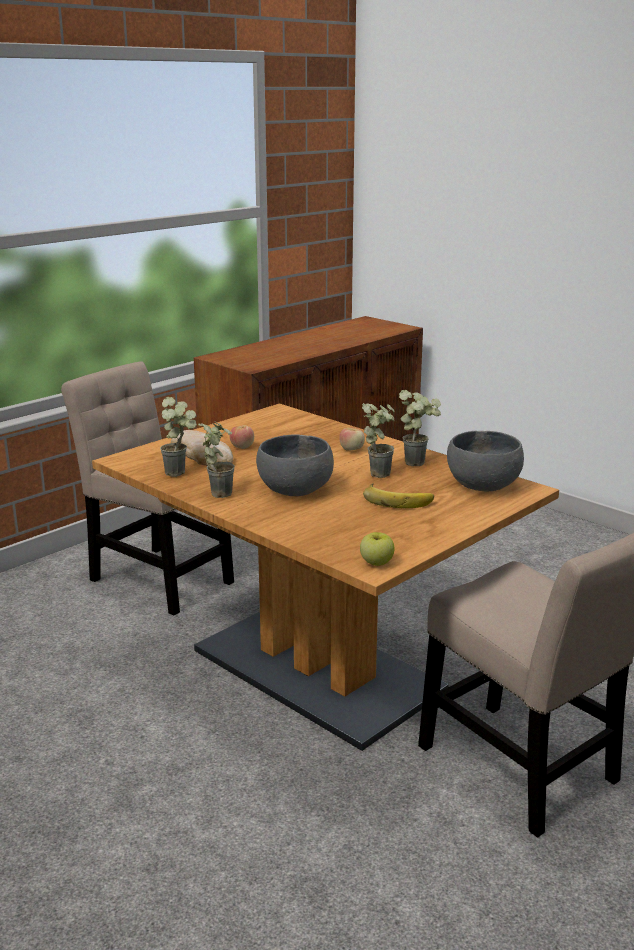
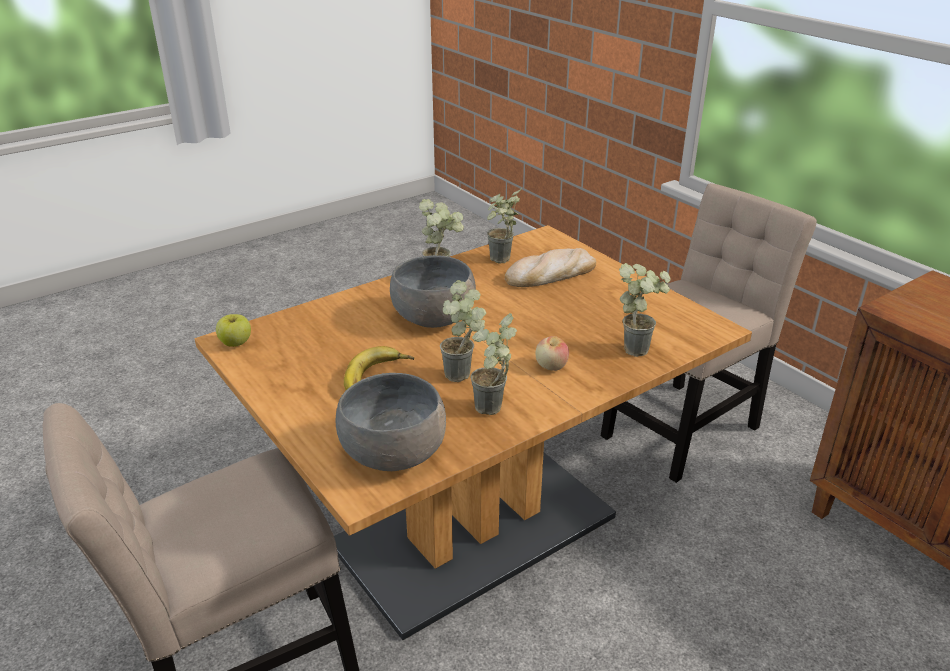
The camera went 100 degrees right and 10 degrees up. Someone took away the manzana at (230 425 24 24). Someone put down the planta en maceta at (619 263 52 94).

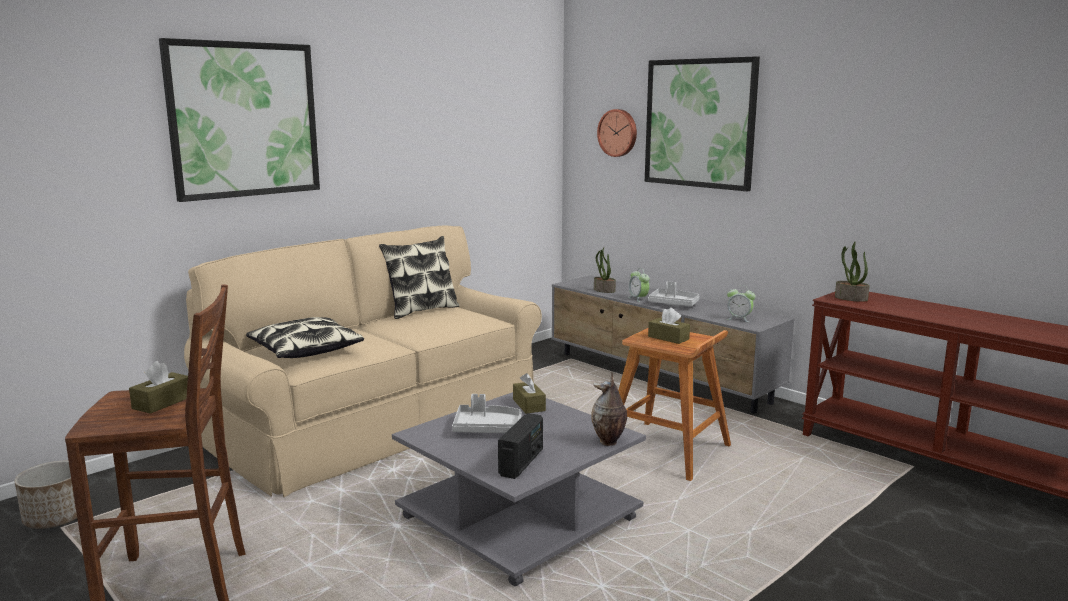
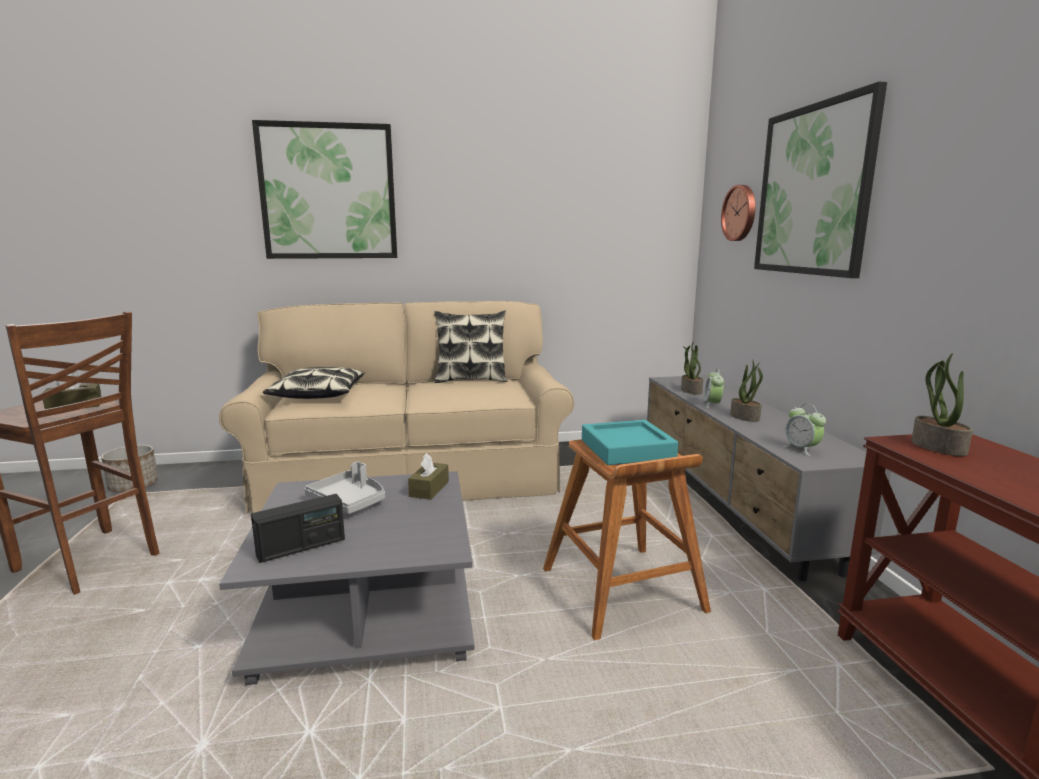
The camera went 35 degrees right and 0 degrees up. Someone took away the florero at (591 372 36 74). Someone swapped the bandeja (gris) at (648 281 51 25) for the planta en maceta at (730 359 33 63). Someone swapped the caja de pañuelos (marrón) at (648 307 42 37) for the bandeja (turquesa) at (582 420 96 45).

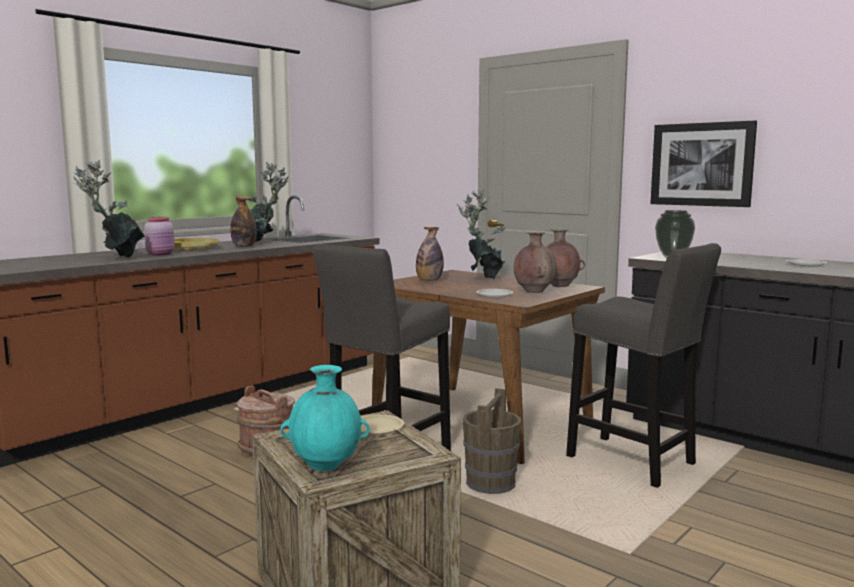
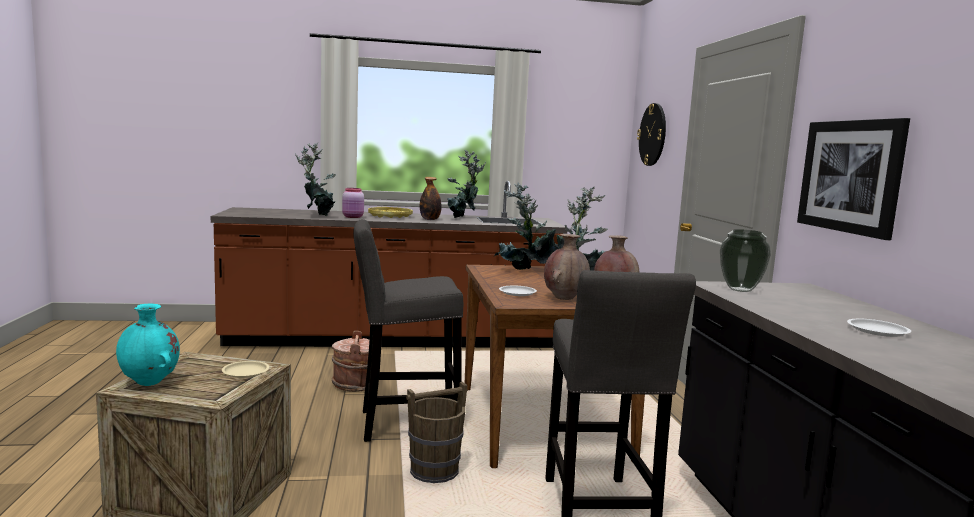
The camera went 40 degrees right and 0 degrees up. Someone put up the reloj de pared at (637 103 29 63). Someone swapped the botella at (416 227 28 54) for the planta en maceta at (493 182 65 88).

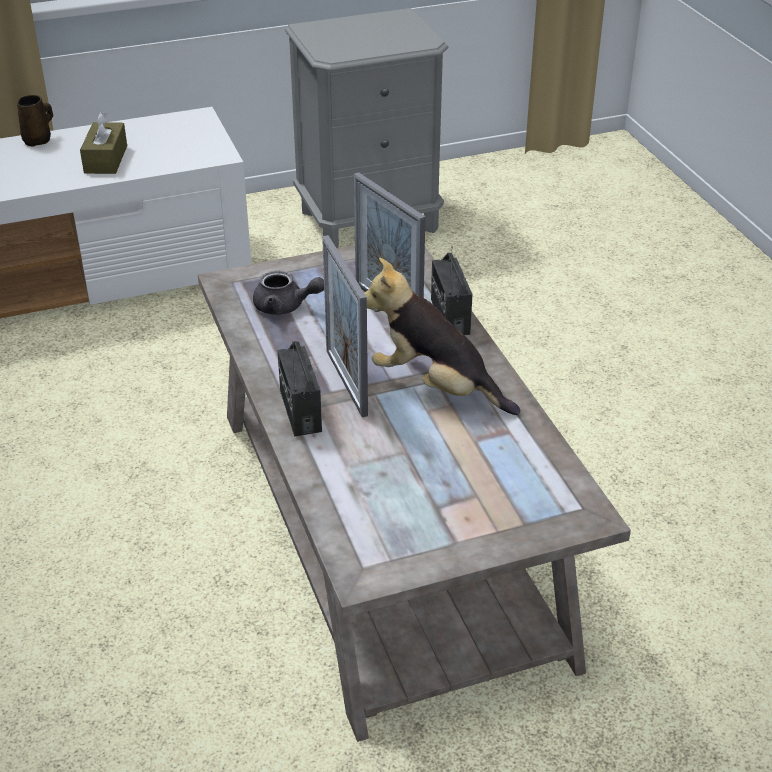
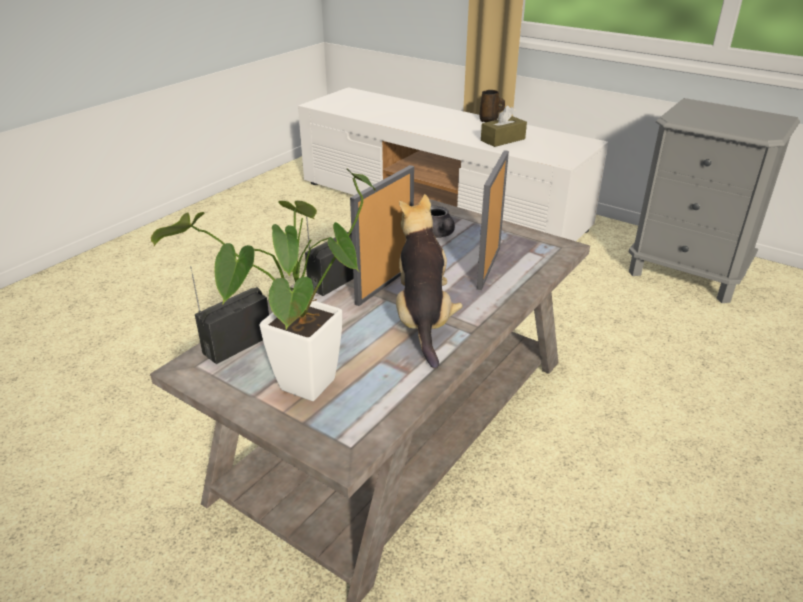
The camera went 55 degrees right and 5 degrees down. Someone put down the planta en maceta at (151 168 225 233). Someone carried the radio from (431 247 41 88) to (190 266 79 98).

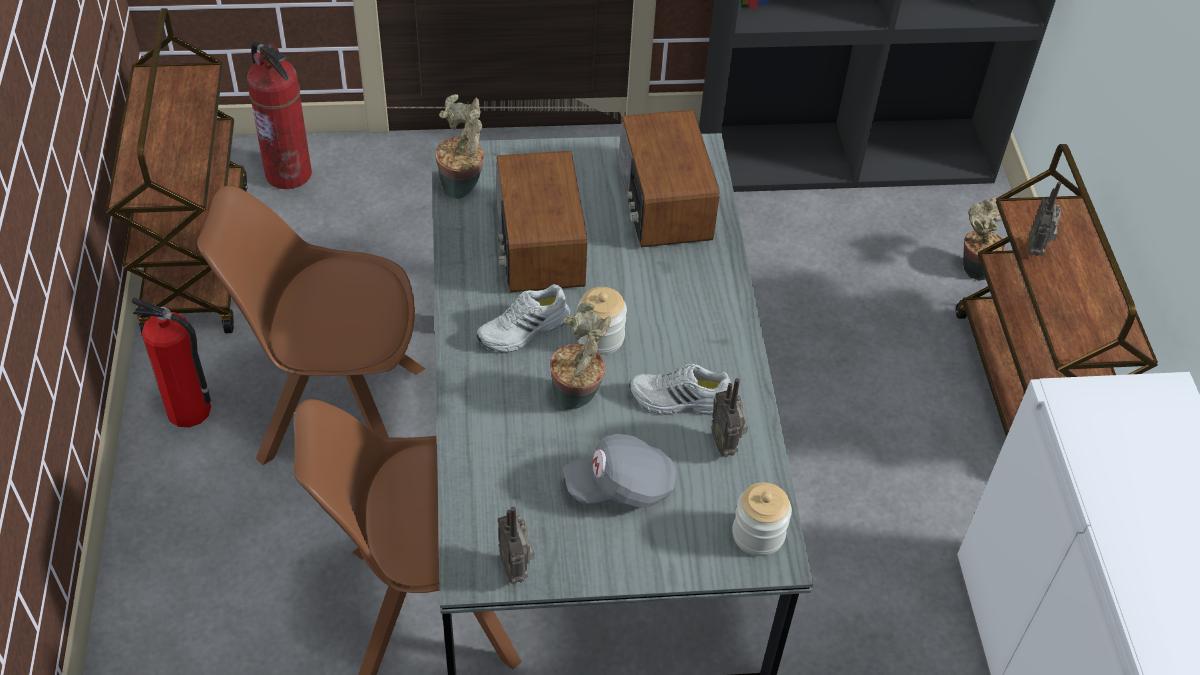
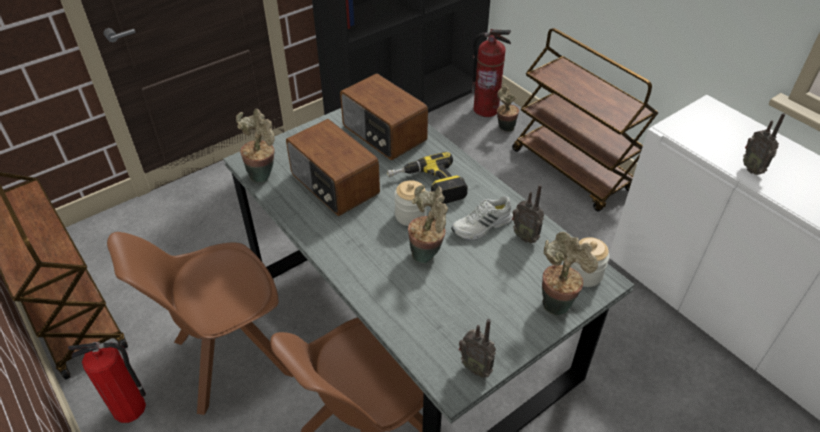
The camera went 30 degrees left and 5 degrees down. Someone took away the zapato (blanco) at (476 284 94 69). Someone took away the gorra (gris) at (563 434 114 74). Someone put down the taladro at (387 152 81 52). Someone put down the planta en maceta at (542 232 56 83). Someone carried the extintor from (247 42 65 147) to (472 29 39 88). Someone carried the radio from (1028 182 33 74) to (743 113 42 62).

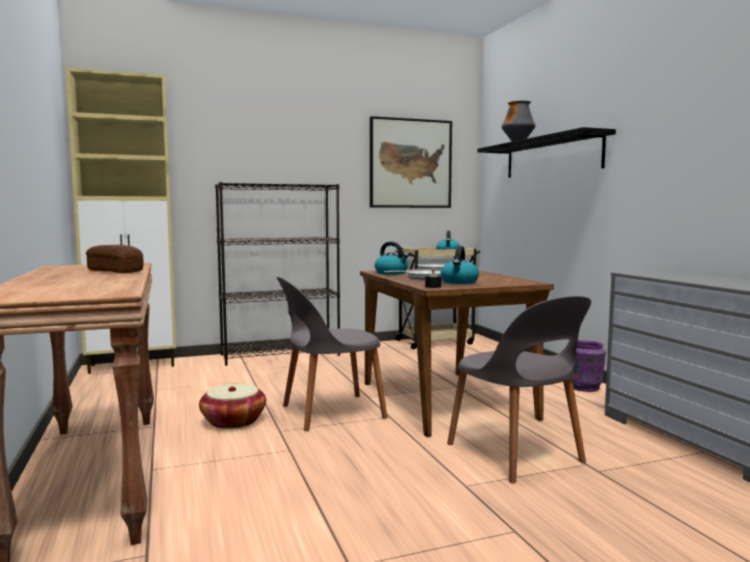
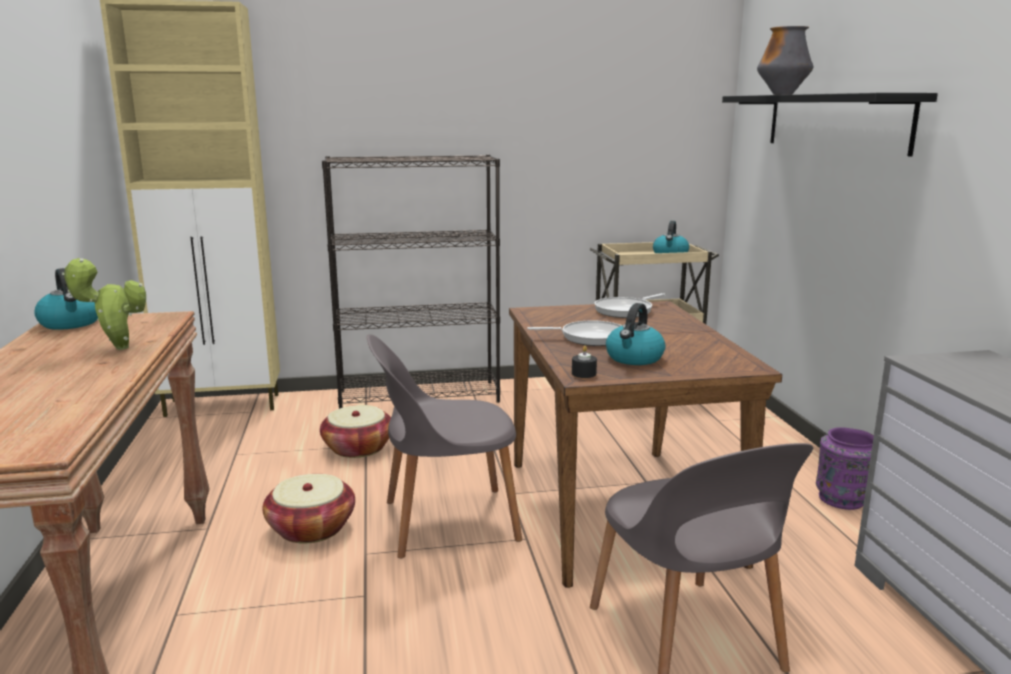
The camera went 10 degrees right and 10 degrees up. Someone took away the cuadro at (370 116 82 92). Someone put down the cesta at (320 405 71 53). Someone carried the hervidor from (375 242 34 33) to (34 268 64 62). Someone swapped the pan at (86 245 58 28) for the planta en maceta at (62 258 84 92).

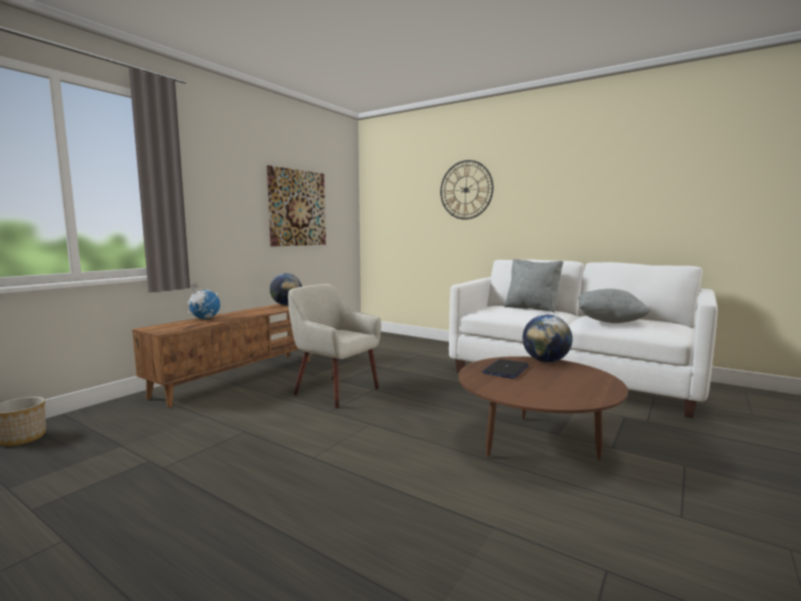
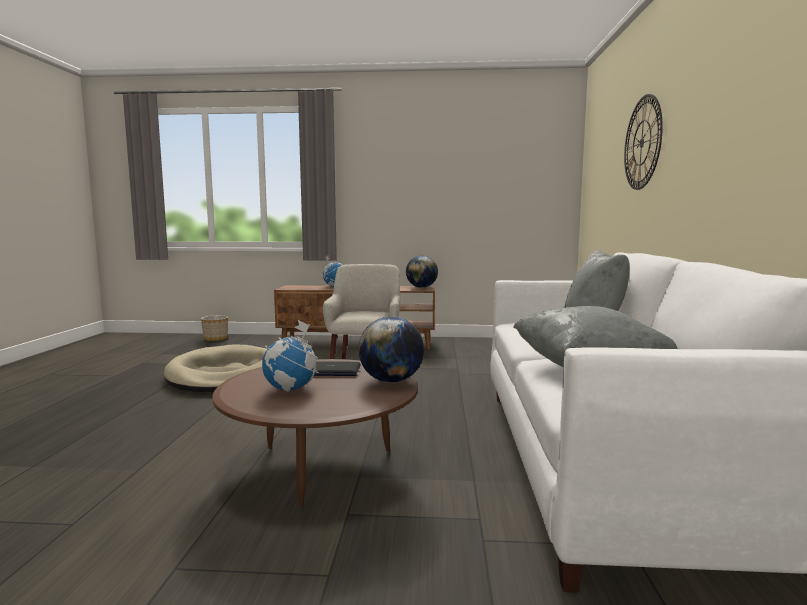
The camera went 60 degrees right and 0 degrees up. Someone took away the cuadro at (267 165 59 82). Someone put down the cama para perro (beis) at (164 345 103 47). Someone put down the globo terráqueo at (262 320 57 72).

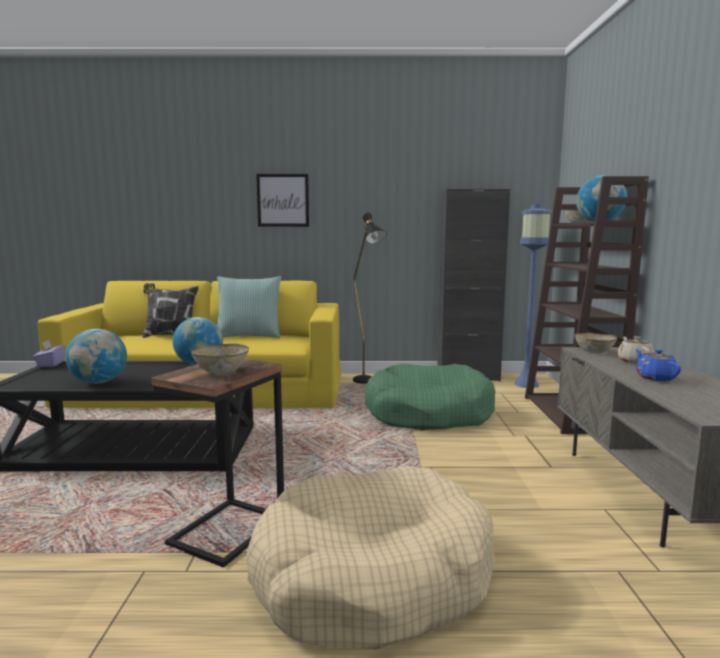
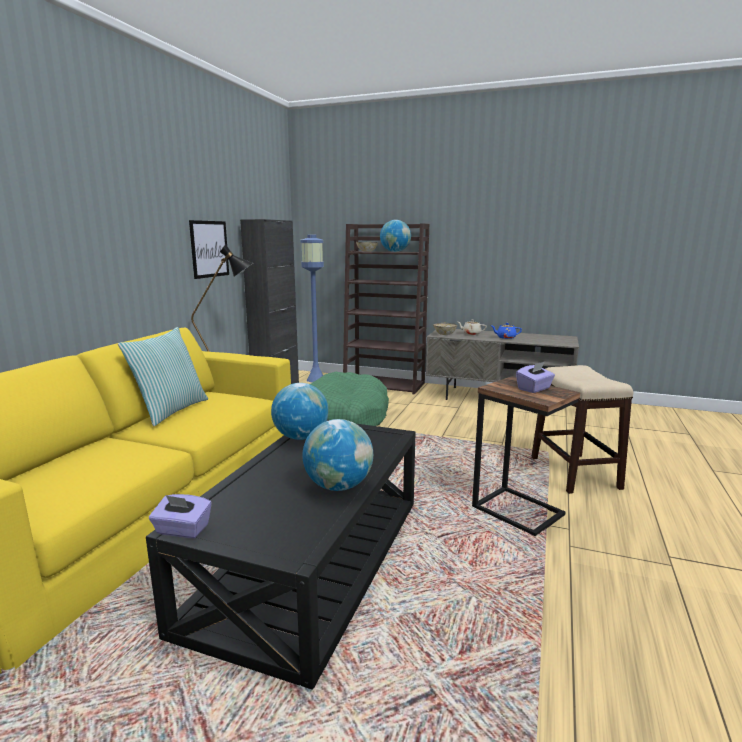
The camera went 70 degrees left and 5 degrees up. Someone took away the cojín at (142 283 57 55). Someone carried the cuadro from (256 174 53 53) to (189 220 40 59). Someone swapped the cuenco at (191 344 58 30) for the caja de pañuelos (morado) at (516 362 39 31). Someone swapped the cama para perro (beis) at (246 466 249 184) for the taburete at (531 365 102 129).

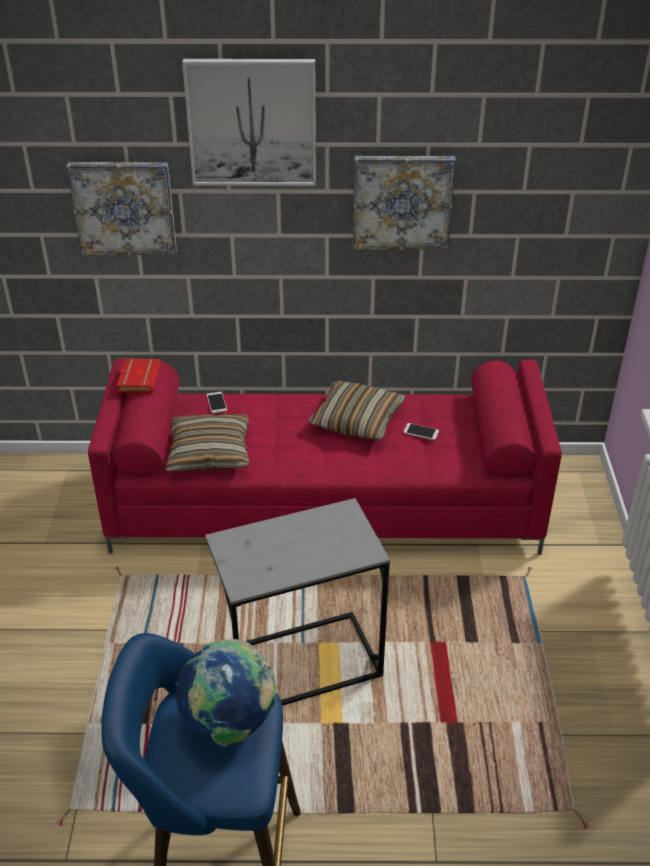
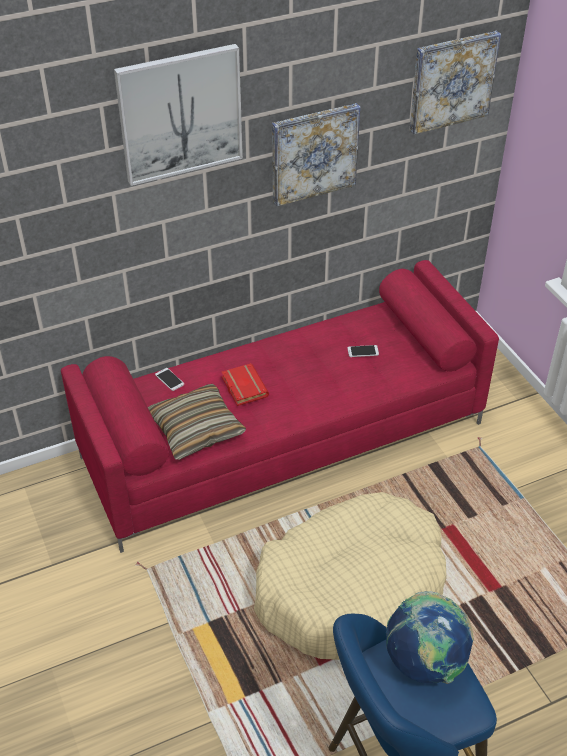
The camera went 25 degrees left and 5 degrees up. Someone took away the cojín at (309 380 97 60). Someone carried the cuadro from (66 162 111 93) to (409 31 92 104). Someone carried the libro (rojo) from (117 358 44 35) to (222 363 47 43). Someone swapped the mesa auxiliar (gris) at (205 498 185 208) for the cama para perro (beis) at (254 492 193 168).

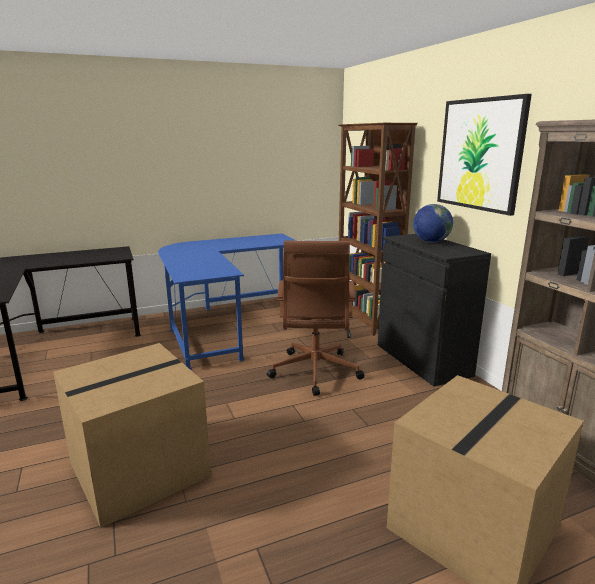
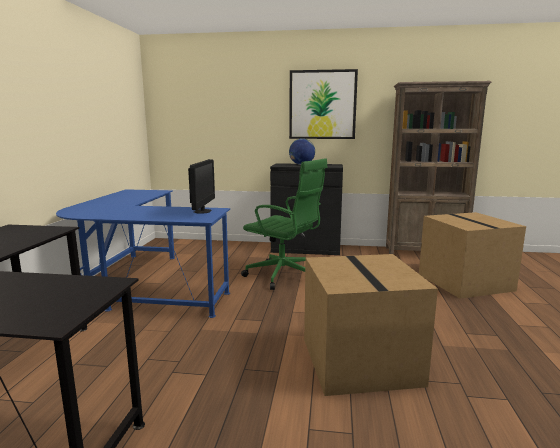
The camera went 60 degrees left and 5 degrees down. Someone took away the estantería (marrón) at (338 123 80 213). Someone put down the monitor at (188 159 27 55). Someone repainted the silla de oficina (marrón) at (267 240 98 156), which became the silla de oficina (verde) at (241 158 87 132).

